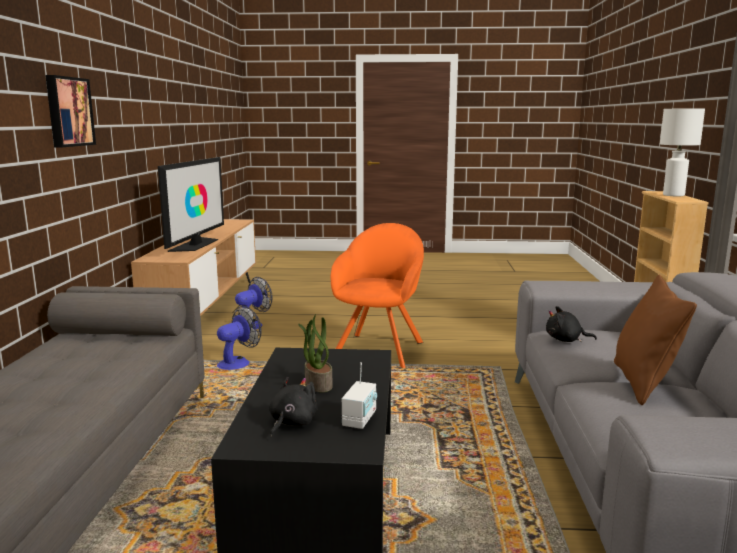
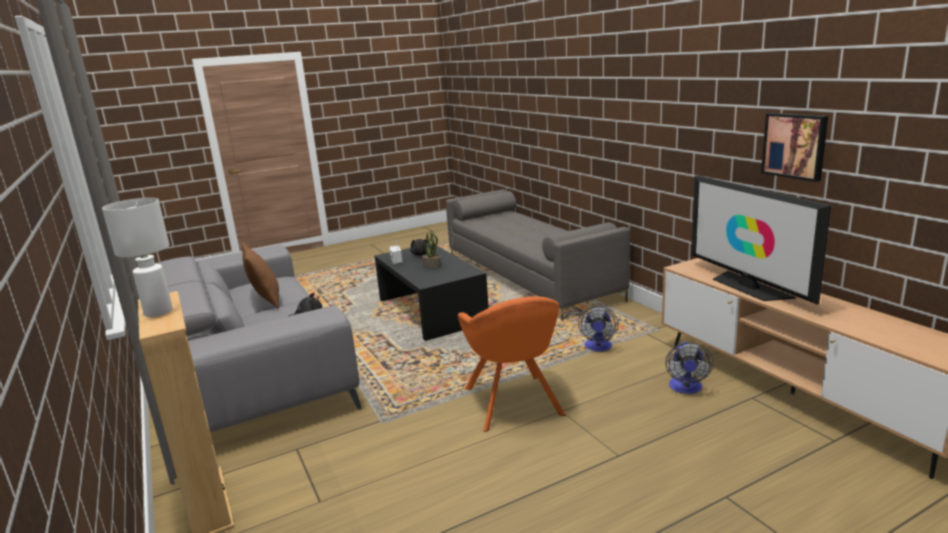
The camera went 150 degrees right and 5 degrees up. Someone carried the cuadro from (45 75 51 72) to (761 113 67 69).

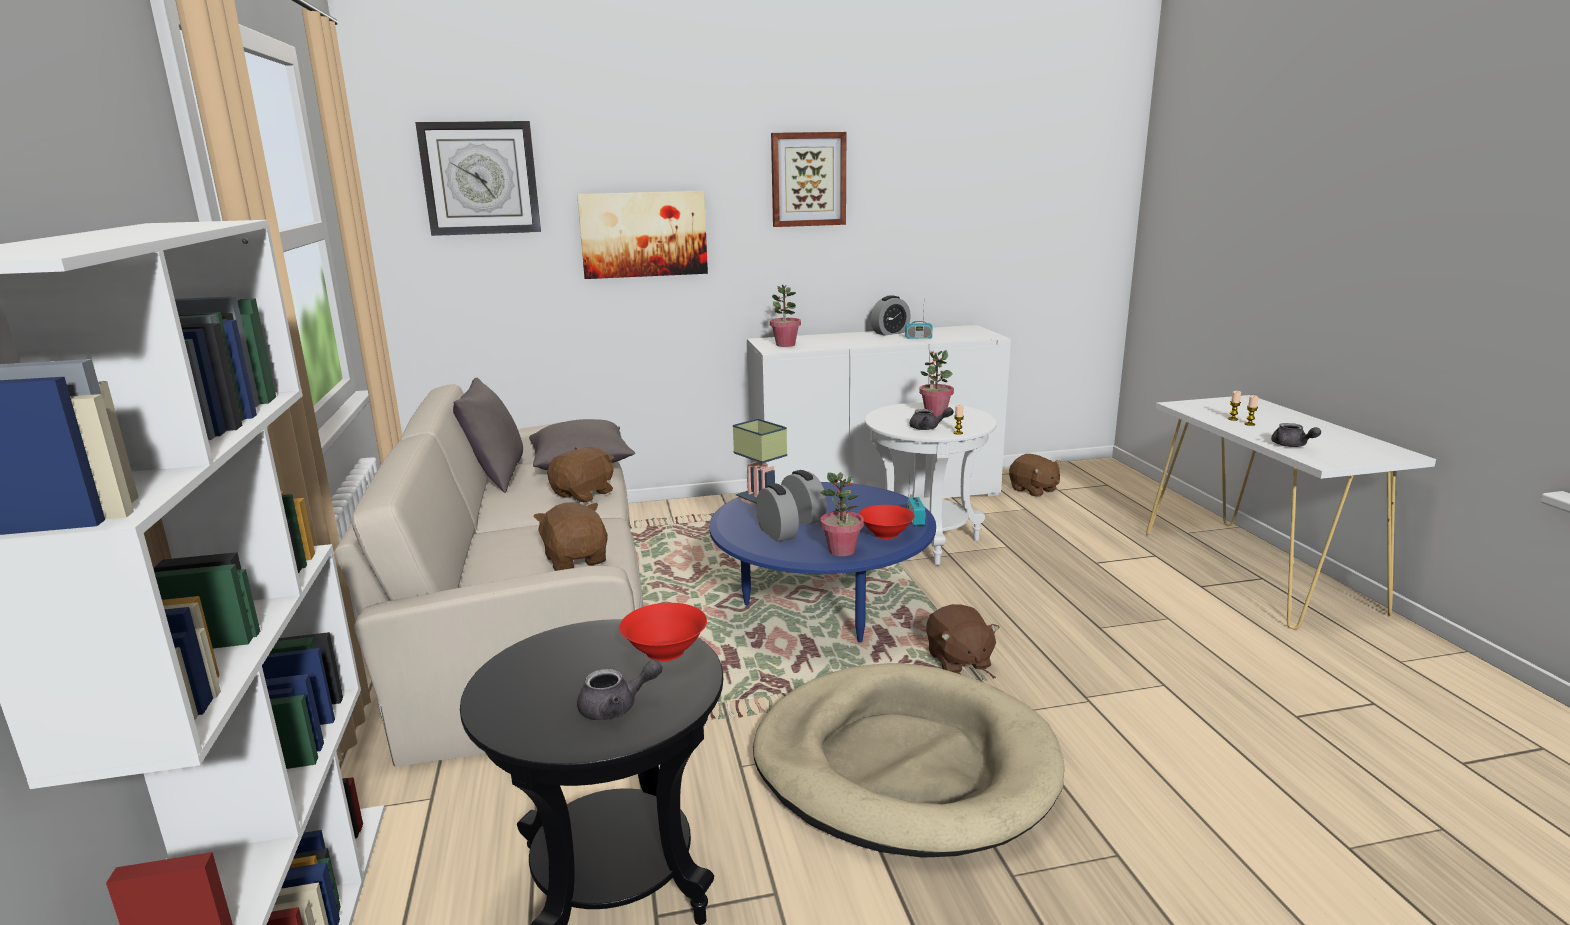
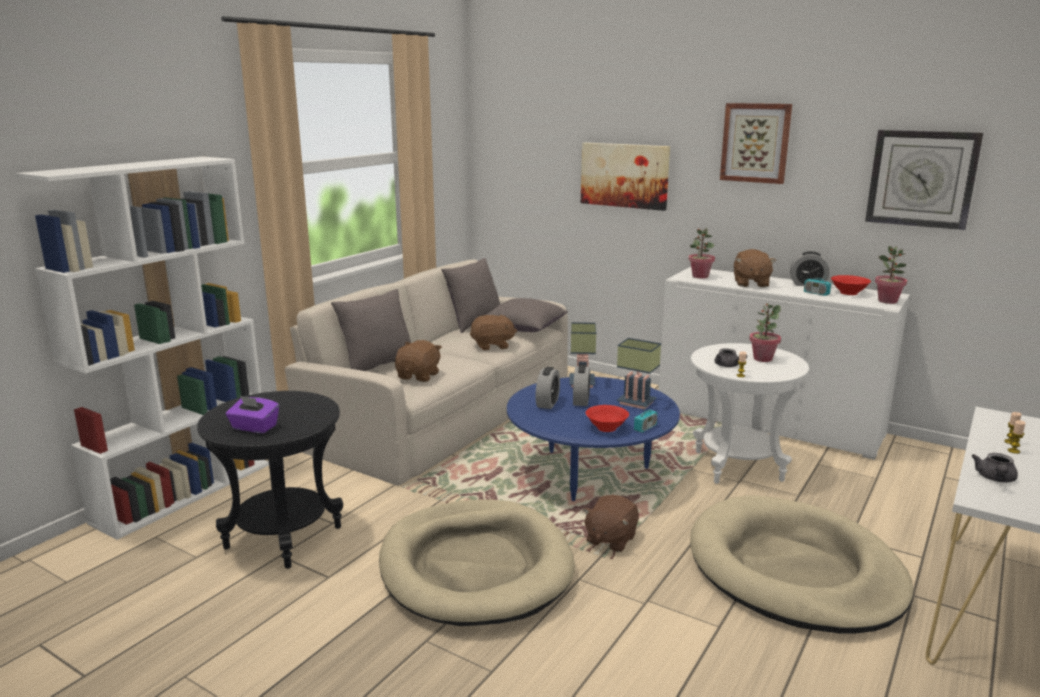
The camera went 45 degrees right and 0 degrees up. Someone put down the cojín (gris) at (331 289 80 82). Someone put down the lámpara de mesa at (617 338 44 71). Someone put down the cama para perro (beis) at (690 495 224 138). Someone carried the reloj de pared from (415 121 126 115) to (865 130 118 100). Someone carried the cuenco (rojo) from (620 603 87 58) to (831 275 40 20). Someone carried the planta en maceta from (820 472 44 84) to (875 246 32 58). Someone carried the peluche (marrón) from (1009 454 51 43) to (734 249 42 39). Someone swapped the tetera (gris) at (577 659 86 61) for the caja de pañuelos (morado) at (226 395 53 38).

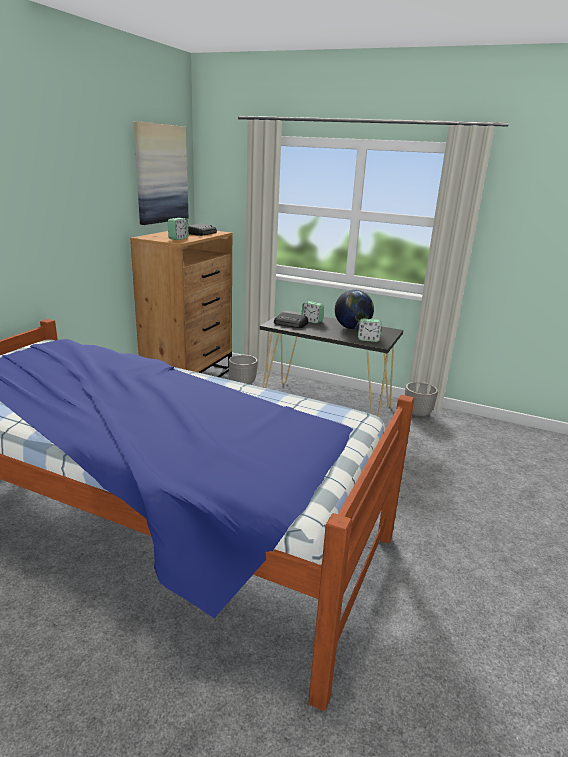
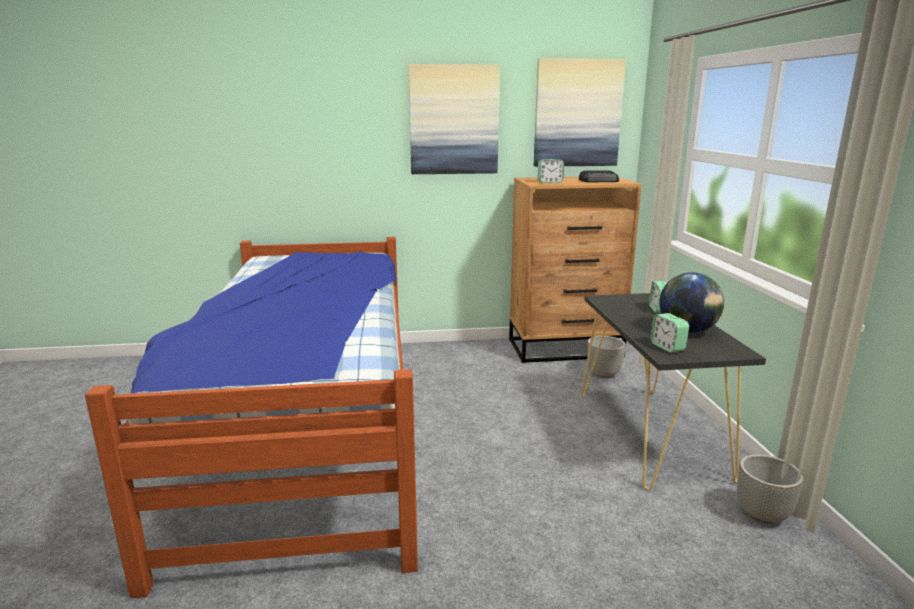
The camera went 60 degrees right and 5 degrees down. Someone took away the radio at (274 312 34 16). Someone put up the cuadro at (408 64 92 110).

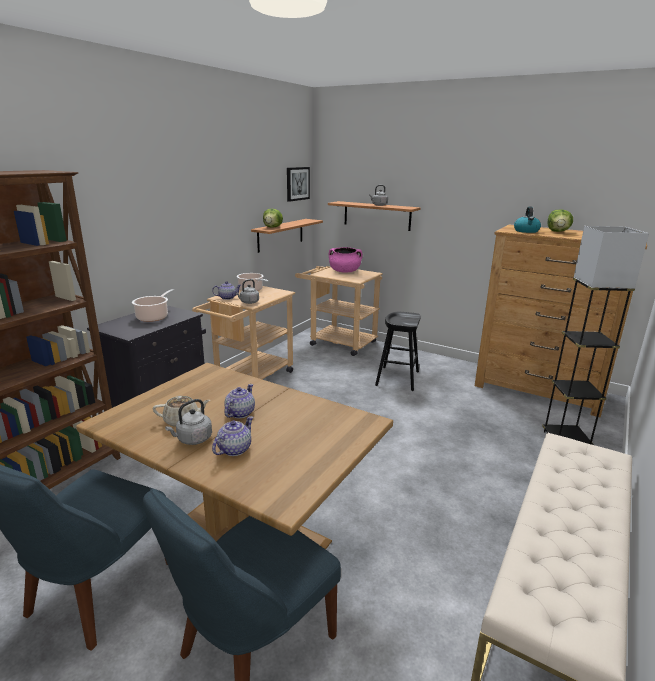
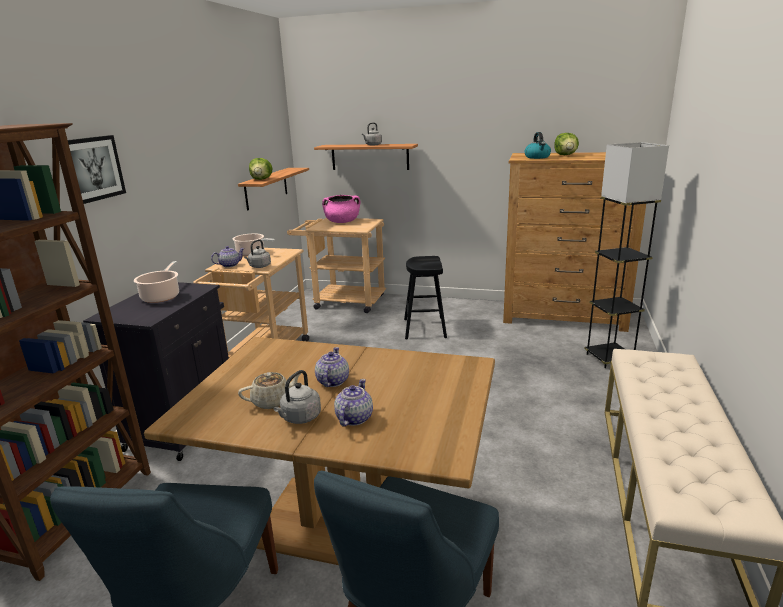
The camera went 15 degrees left and 0 degrees up. Someone carried the cuadro from (287 167 23 35) to (68 135 58 69).

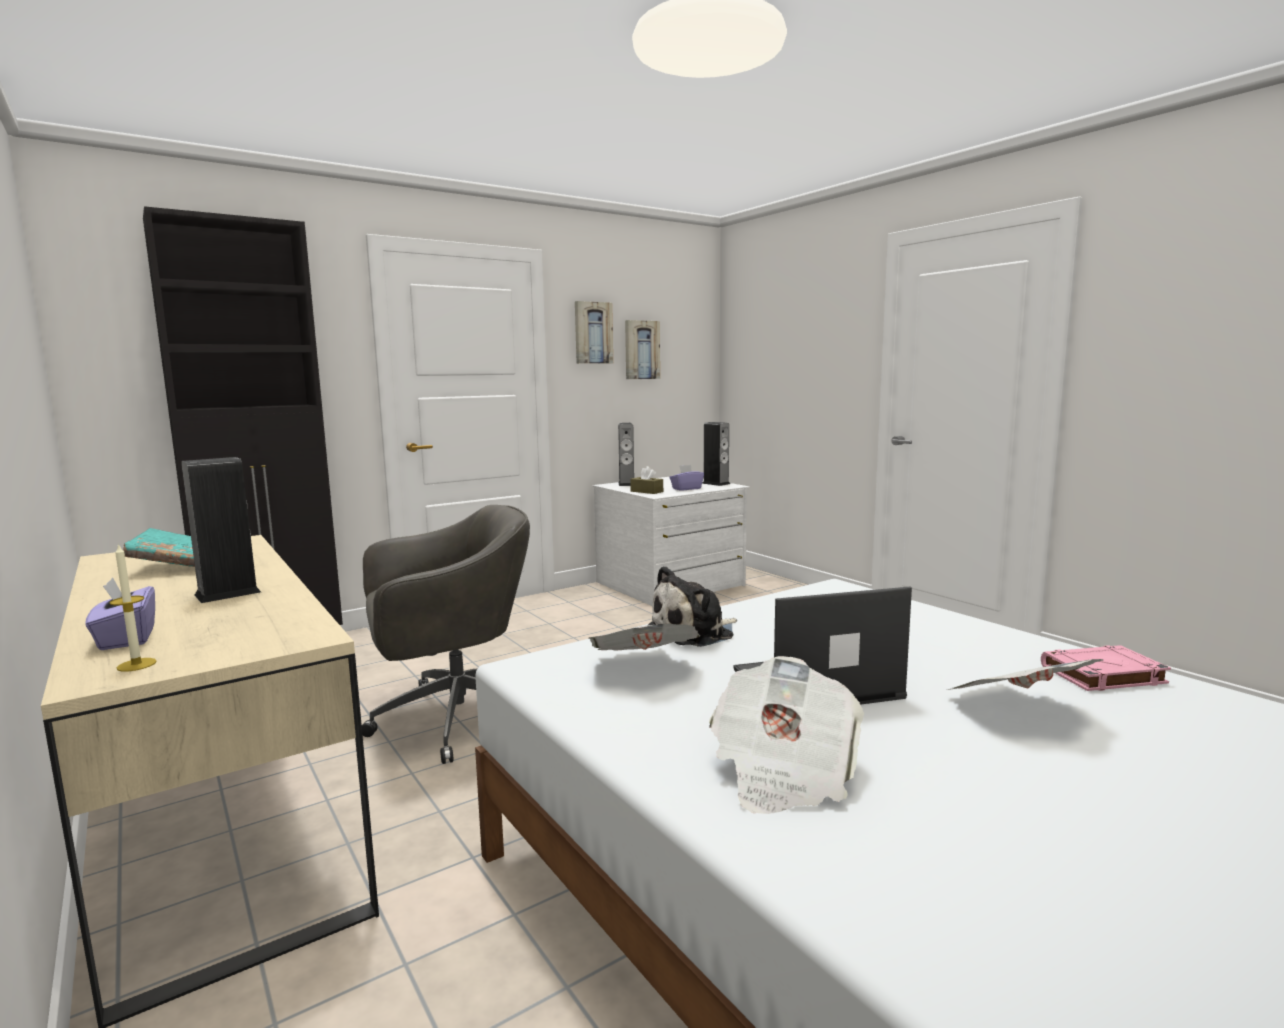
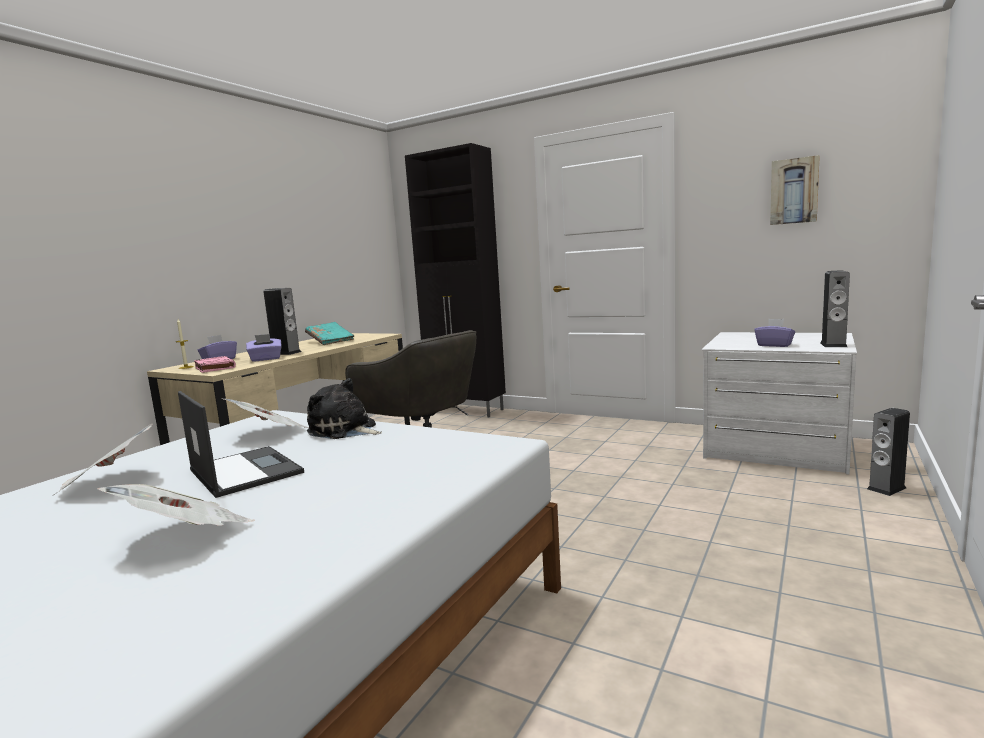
The camera went 65 degrees right and 0 degrees up. Someone took away the cuadro at (575 301 38 63). Someone took away the caja de pañuelos (marrón) at (630 466 33 28). Someone put down the caja de pañuelos (morado) at (246 334 36 28). Someone carried the altavoz from (618 423 16 63) to (867 408 43 88). Someone carried the libro (rosa) from (1041 645 130 46) to (194 356 42 17).

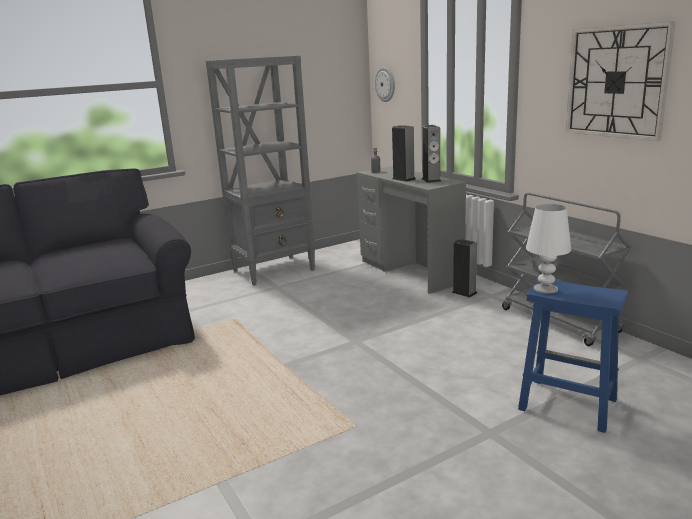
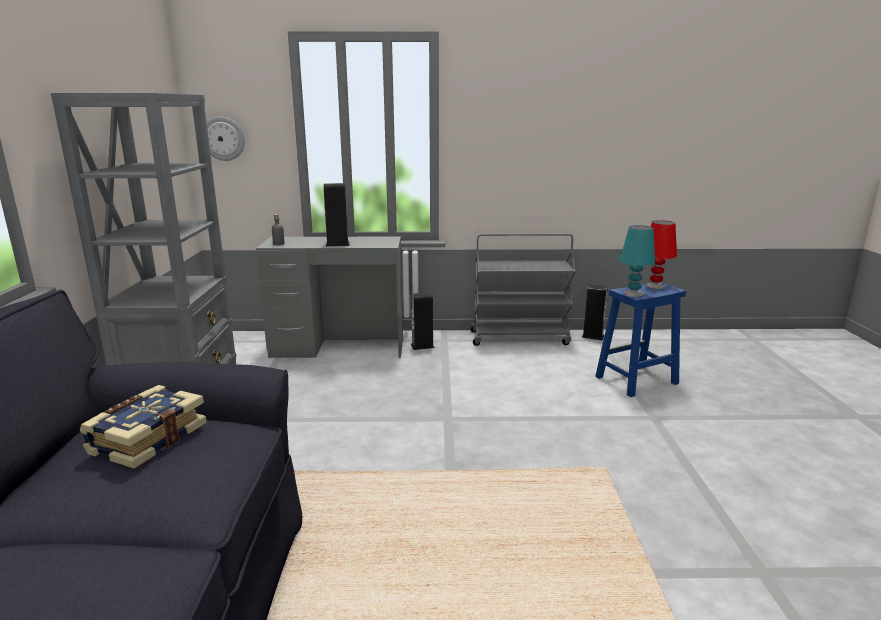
The camera went 60 degrees left and 0 degrees up. Someone took away the reloj de pared at (566 21 110 120). Someone put down the libro at (80 385 127 84). Someone put down the lámpara de mesa (rojo) at (646 220 31 69). Someone carried the altavoz from (422 125 19 58) to (581 284 27 56). Someone repainted the lámpara de mesa (blanco) at (526 204 45 90), which became the lámpara de mesa (turquesa) at (620 225 35 72).

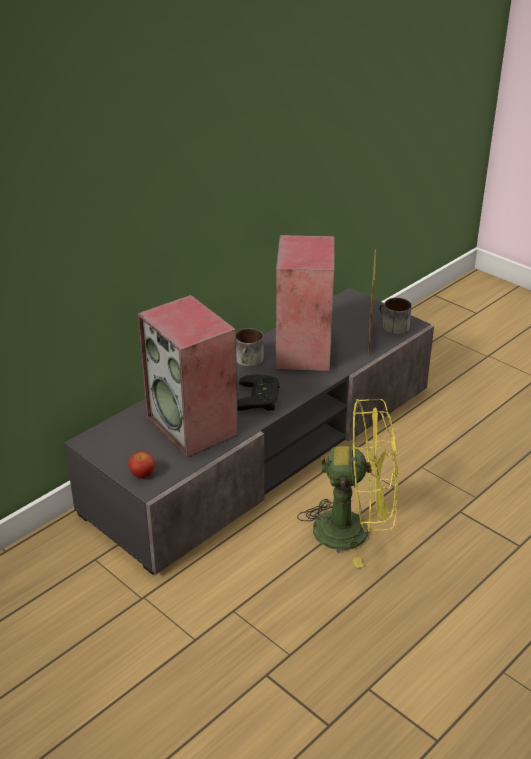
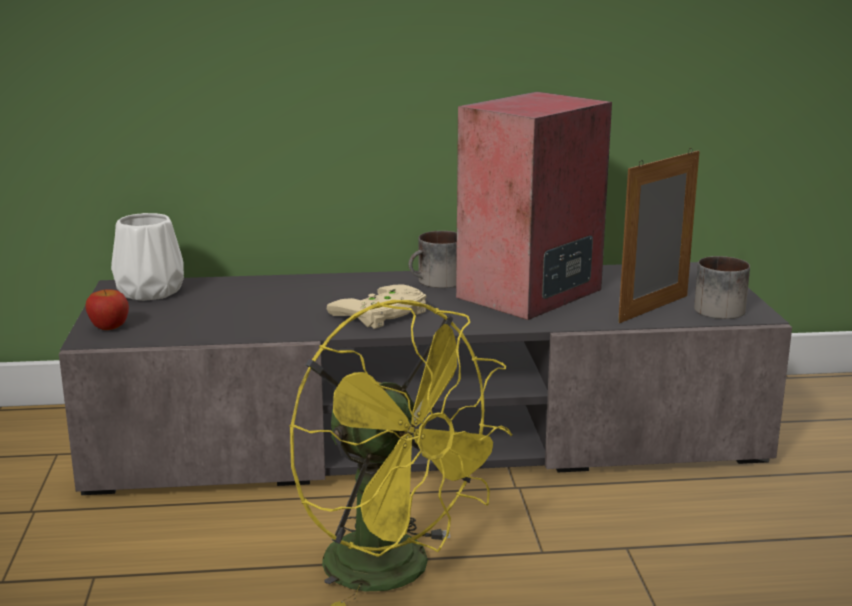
The camera went 40 degrees right and 15 degrees down. Someone took away the altavoz at (138 295 100 162). Someone put down the florero (blanco) at (111 213 73 88). Someone repainted the mando de consola (negro) at (237 374 42 37), which became the mando de consola (beis) at (327 285 99 44).

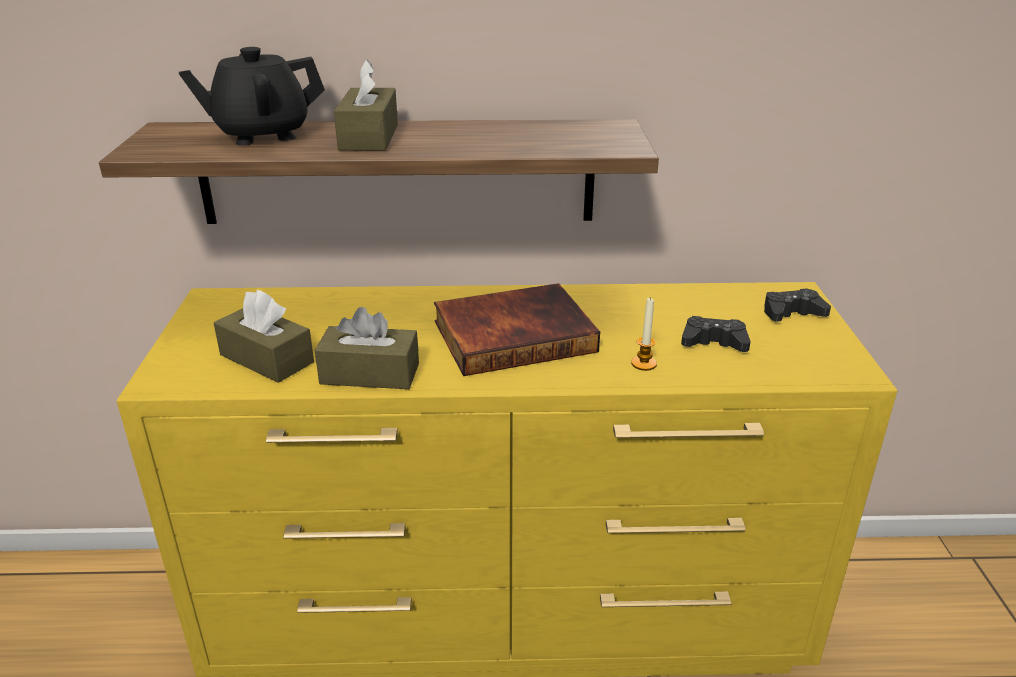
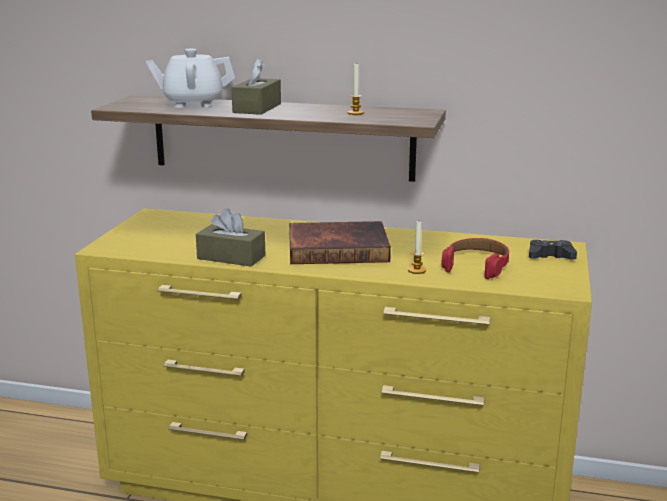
The camera went 15 degrees right and 10 degrees down. Someone took away the caja de pañuelos (marrón) at (214 290 100 93). Someone put down the vela at (347 62 17 53). Someone swapped the mando de consola (negro) at (681 316 70 36) for the auriculares (rojo) at (441 238 68 41). Someone repainted the tetera (negro) at (179 47 146 99), which became the tetera (blanco) at (146 49 89 59).

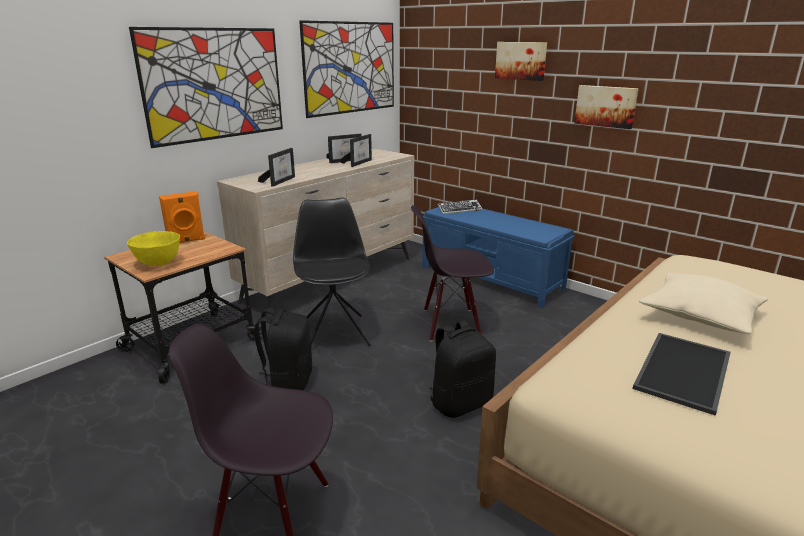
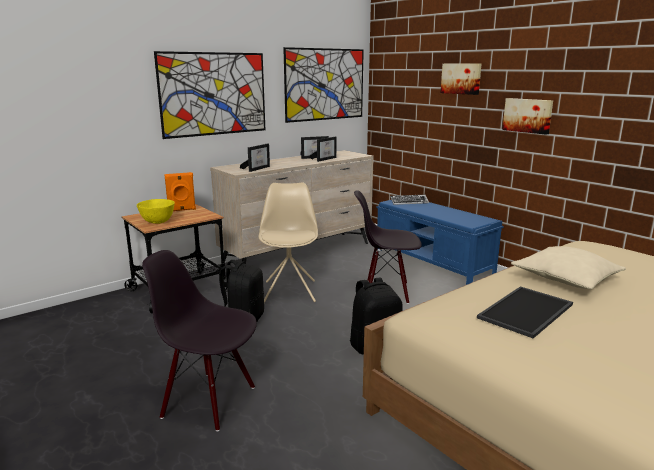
The camera went 10 degrees right and 5 degrees down. Someone repainted the silla (negro) at (293 198 78 148), which became the silla (beis) at (258 182 60 121).

